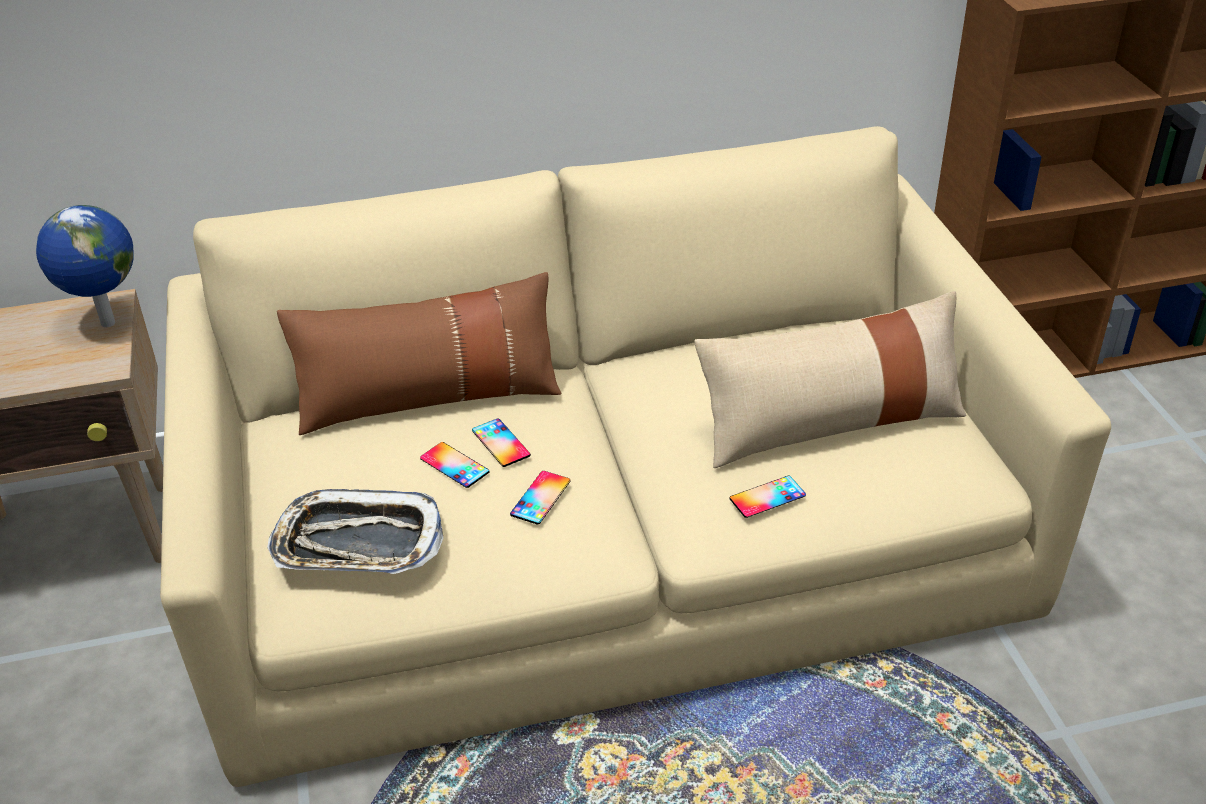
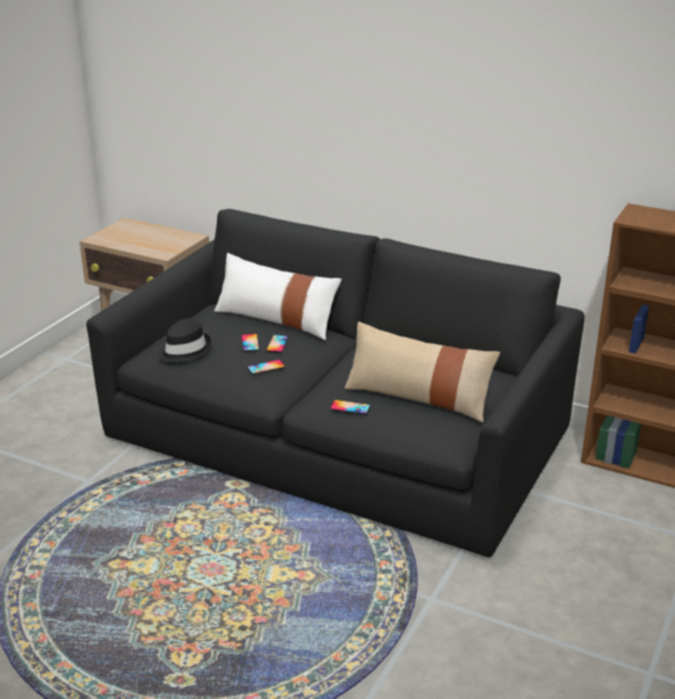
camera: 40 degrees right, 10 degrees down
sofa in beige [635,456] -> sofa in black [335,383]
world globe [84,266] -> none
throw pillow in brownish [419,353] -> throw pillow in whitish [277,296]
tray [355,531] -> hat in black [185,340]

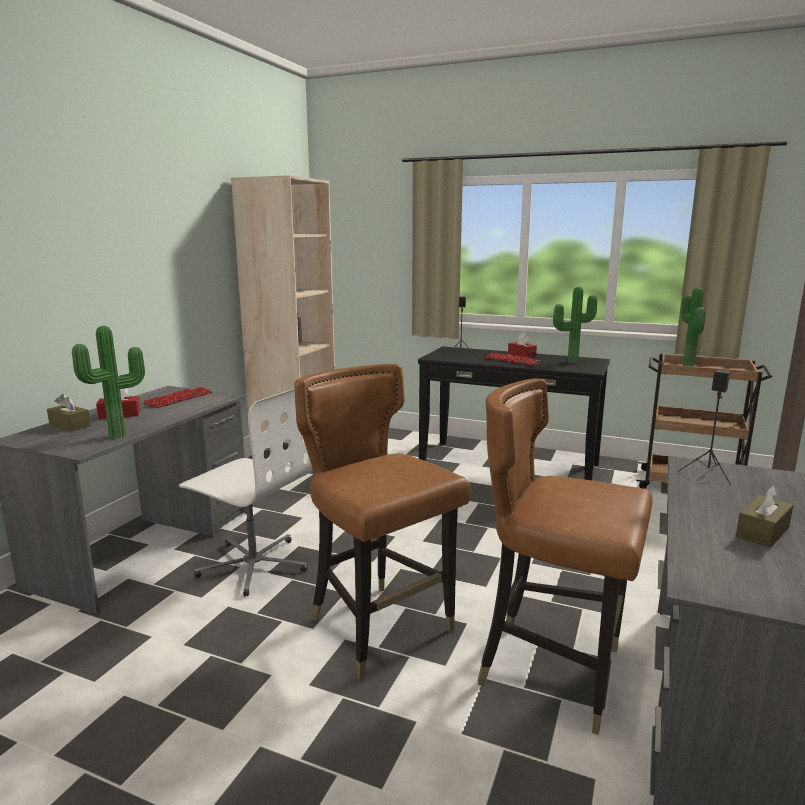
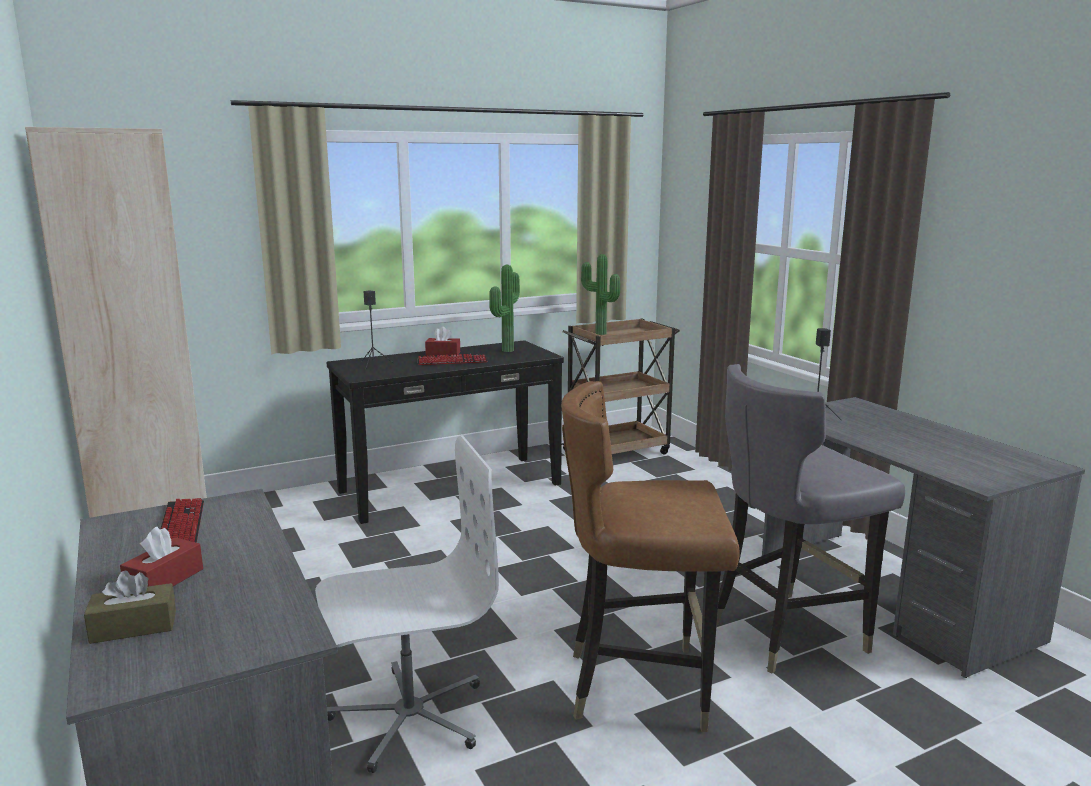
camera: 50 degrees left, 0 degrees up
potted plant [108,382] -> none
plain chair in brownish [564,557] -> plain chair in gray [811,519]
tissue holder in brownish [764,516] -> none

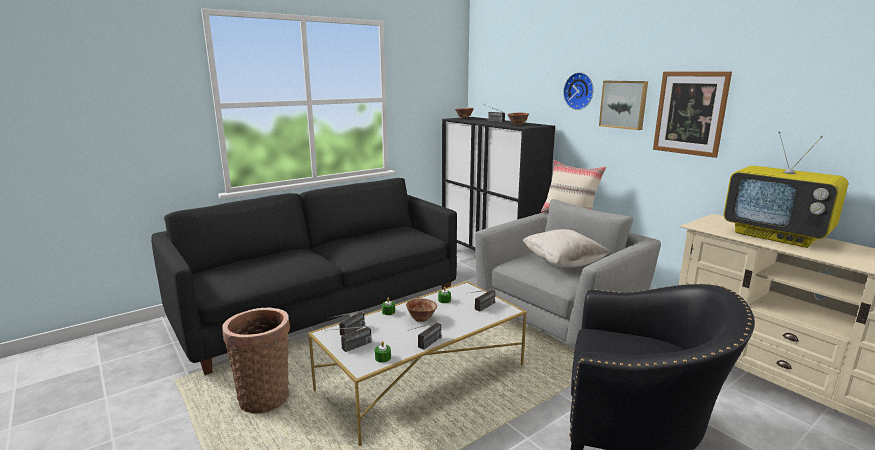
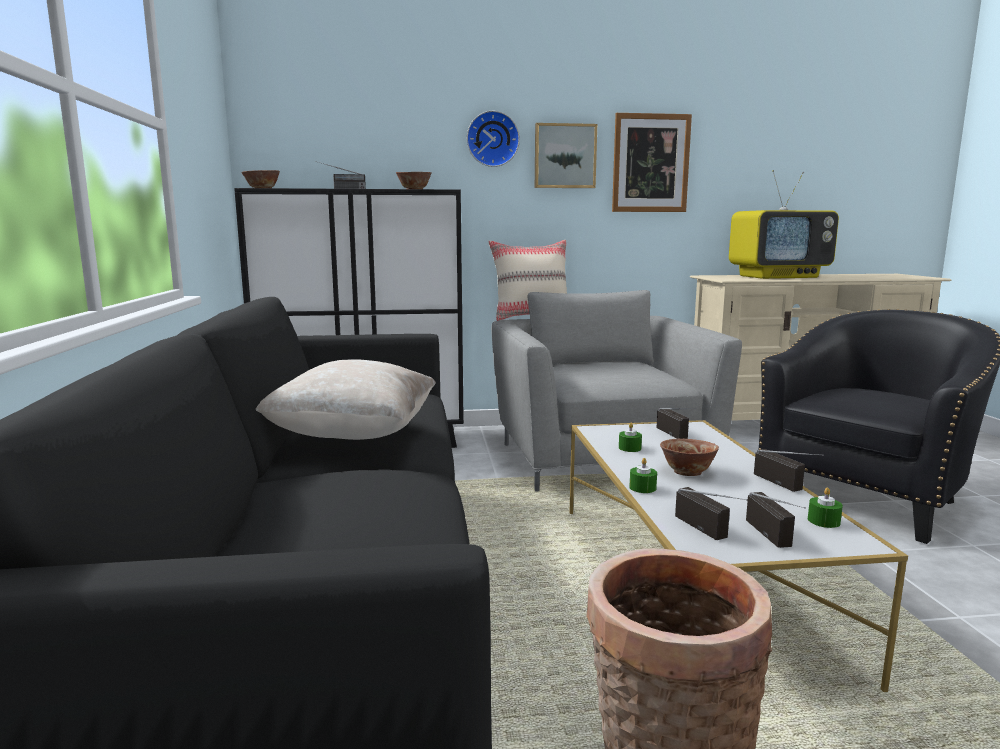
camera: 60 degrees left, 5 degrees down
throw pillow in beige [566,248] -> throw pillow in beige [346,399], relocated

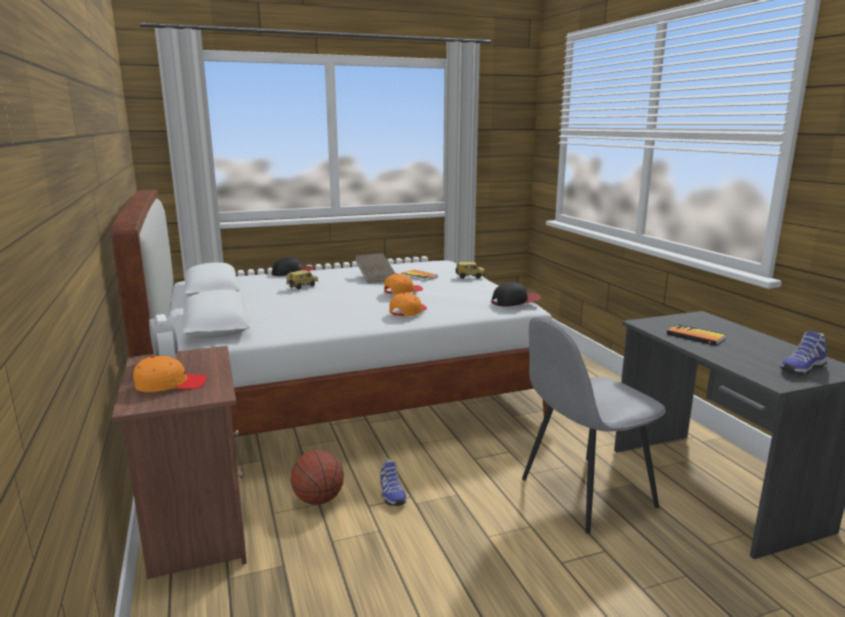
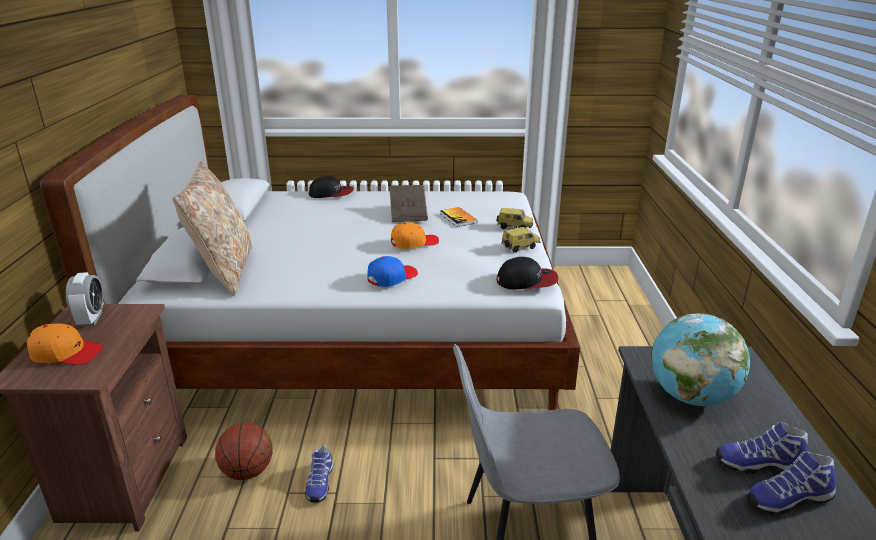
camera: 20 degrees right, 10 degrees up
toy car [302,280] -> toy car [520,240], relocated
cap in orange-coloured [408,304] -> cap in bluish [393,271]
bound book [696,334] -> world globe [700,359]
none -> throw pillow in beige [212,228]
none -> low shoe [762,448]

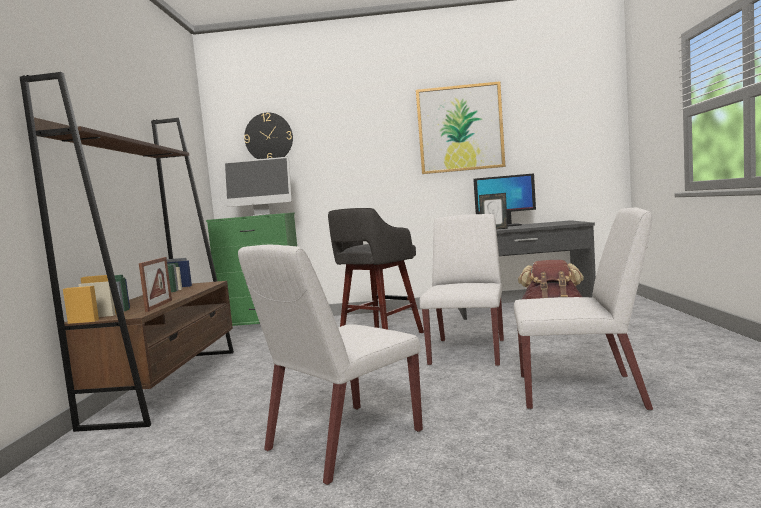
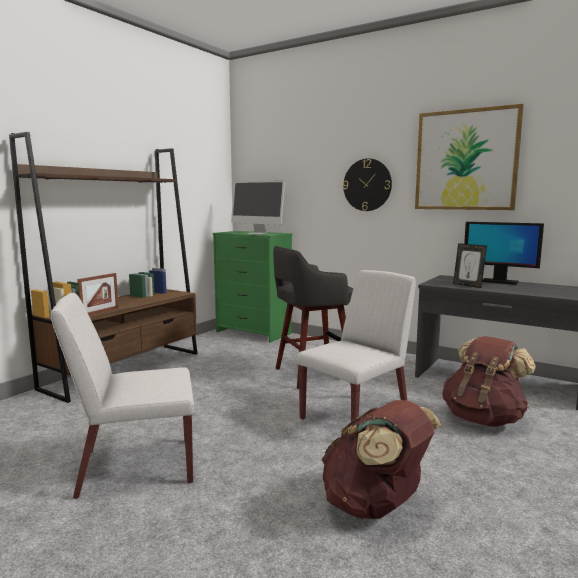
camera: 30 degrees right, 5 degrees up
clock on the wall [268,136] -> clock on the wall [367,184], relocated
plain chair in whitish [583,309] -> rucksack in brownish [381,459]

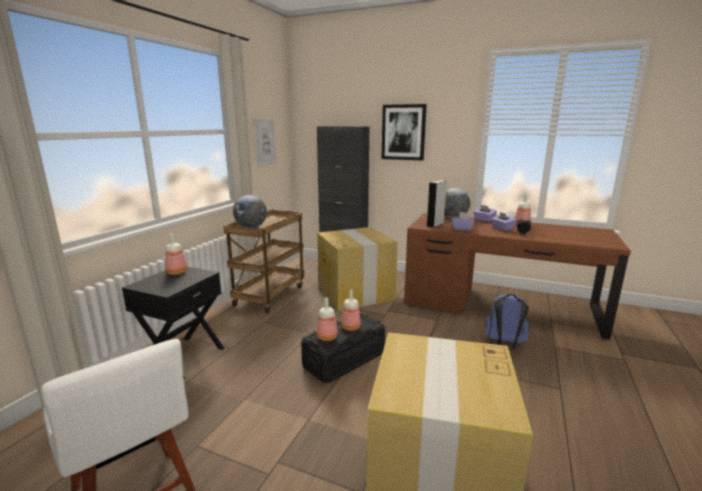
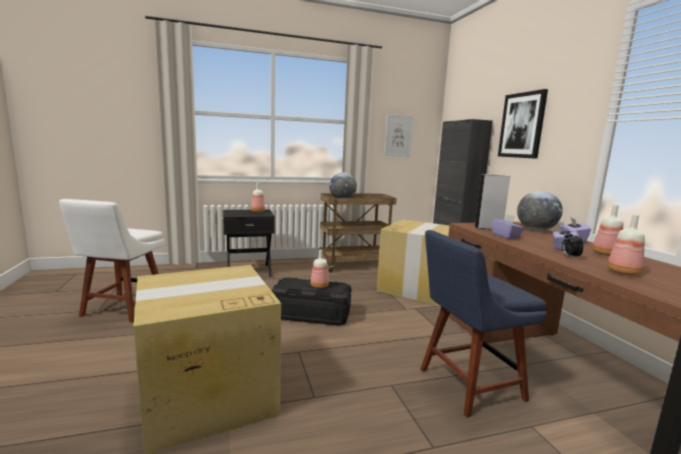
camera: 50 degrees right, 5 degrees down
rucksack in bluish [507,322] -> plain chair in bluish [483,324]
beverage bottle [327,319] -> beverage bottle [626,245], relocated

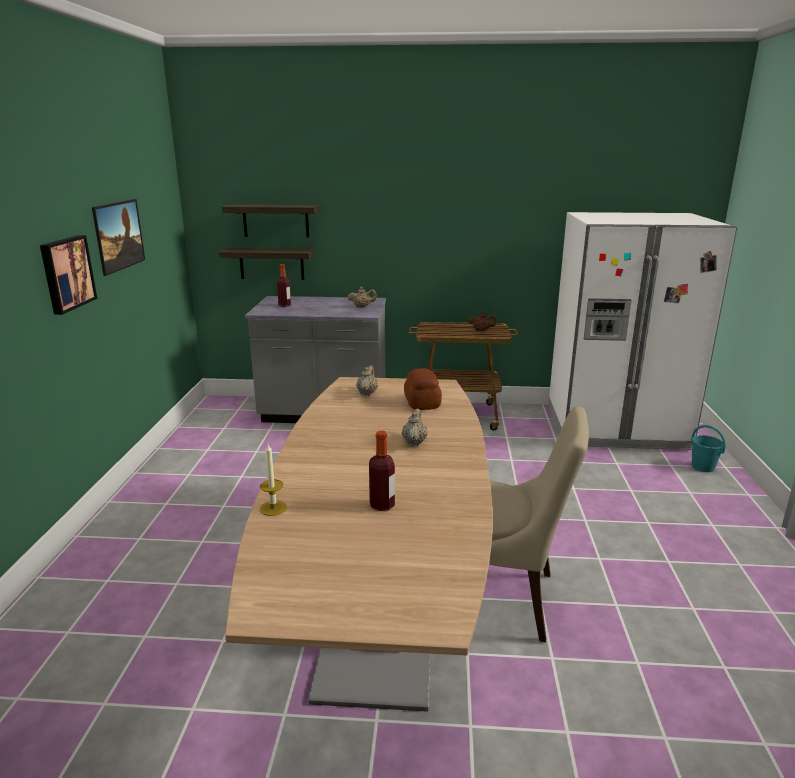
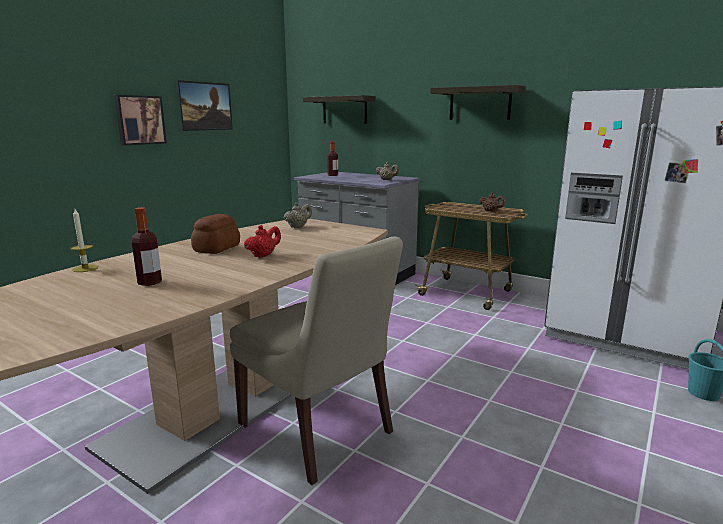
camera: 30 degrees right, 5 degrees down
shelf [266,264] -> shelf [477,102], relocated
bread [423,389] -> bread [215,234], relocated
pot for tea in beige [415,427] -> pot for tea in red [262,241]

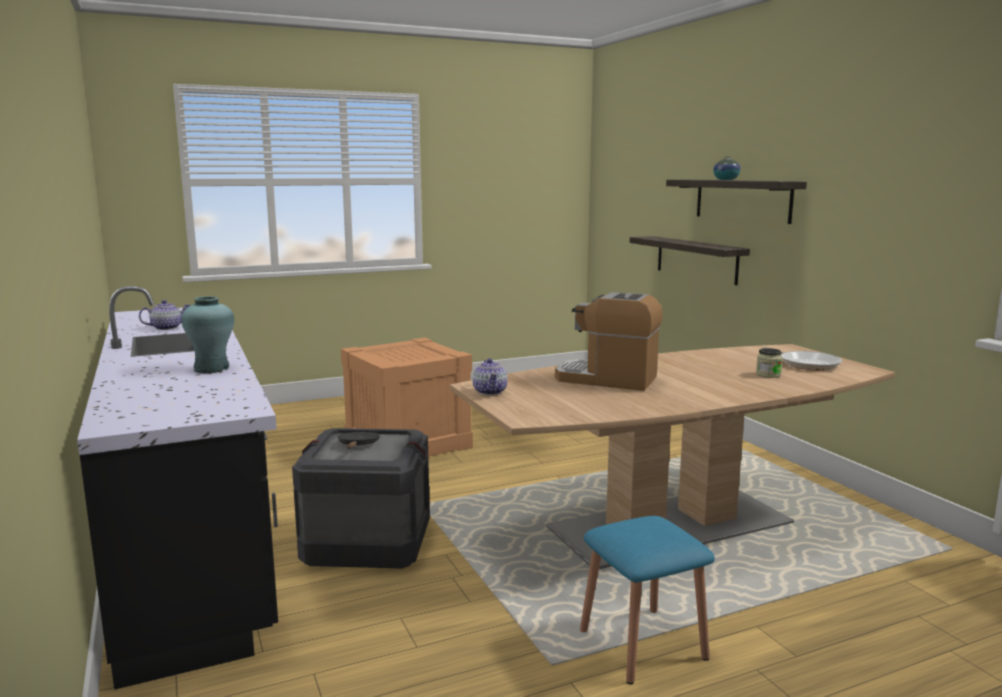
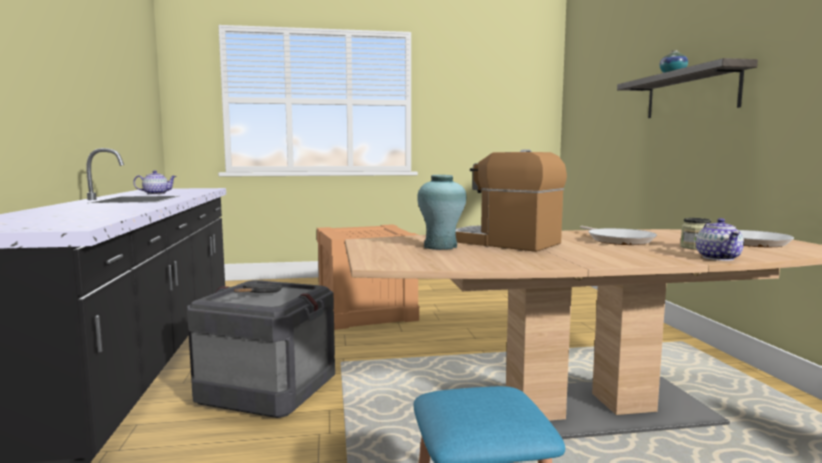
camera: 15 degrees right, 5 degrees down
shelf [690,260] -> none
flower vase in turquoise [208,334] -> flower vase in turquoise [441,212], relocated
pot for tea [490,377] -> pot for tea [720,239], relocated
none -> skillet [618,235]

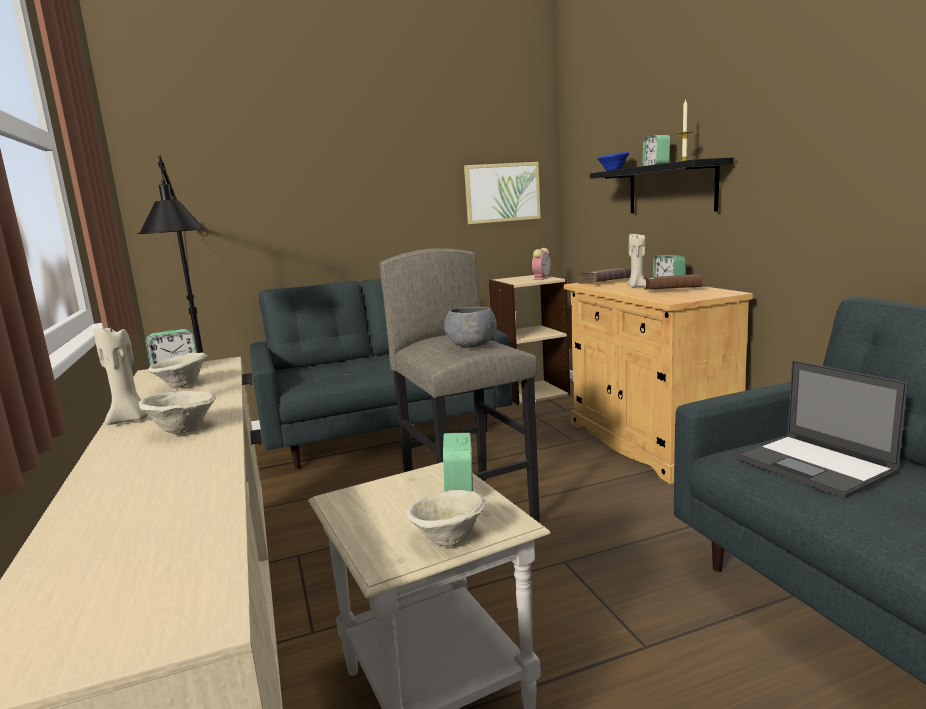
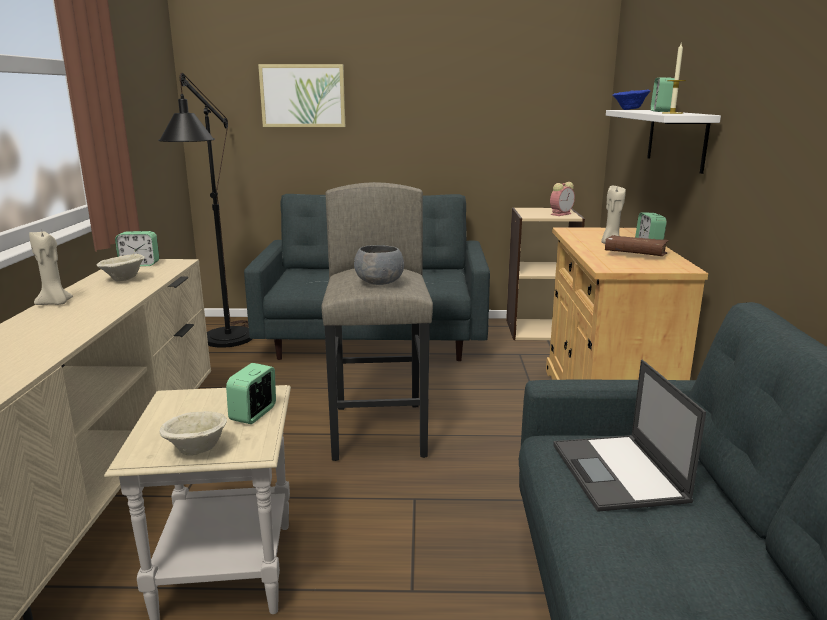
camera: 20 degrees right, 5 degrees up
shelf in black [662,185] -> shelf in whitish [663,142]
wall picture [502,193] -> wall picture [301,95], relocated
bound book in brownish [604,276] -> none
deep dish in beige [177,412] -> none

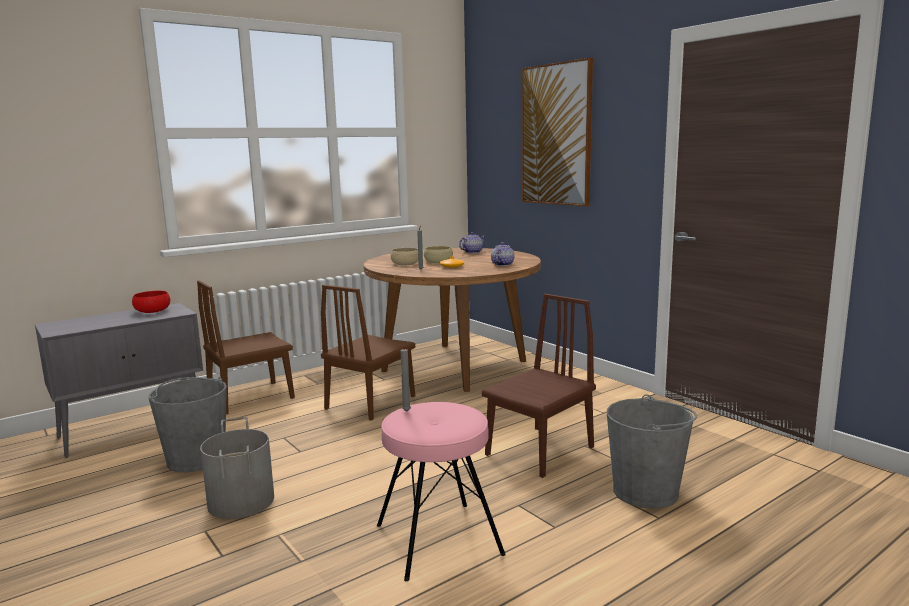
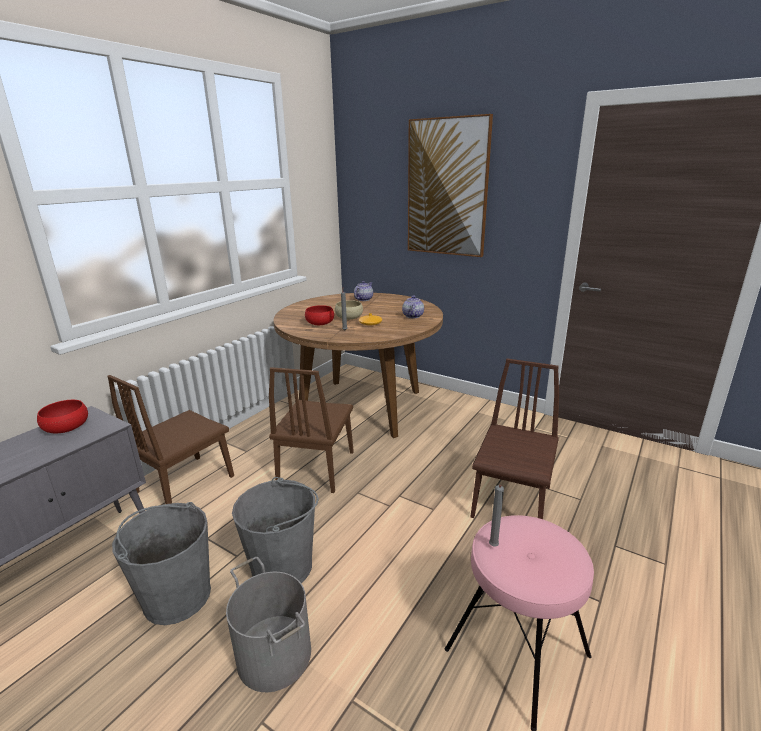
camera: 20 degrees left, 10 degrees up
deep dish in beige [404,256] -> deep dish in red [319,315]
pail in gray [652,451] -> pail in gray [275,530], relocated

